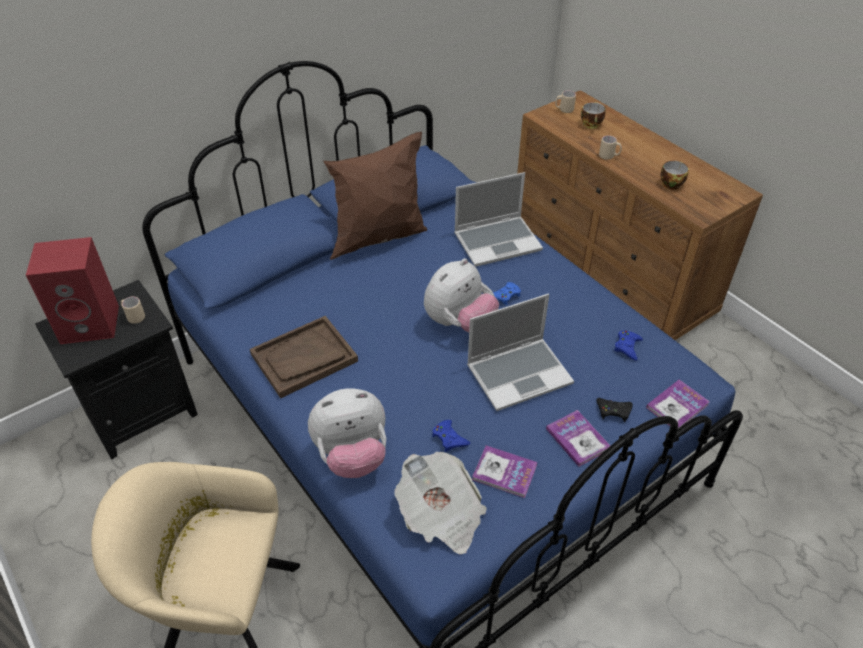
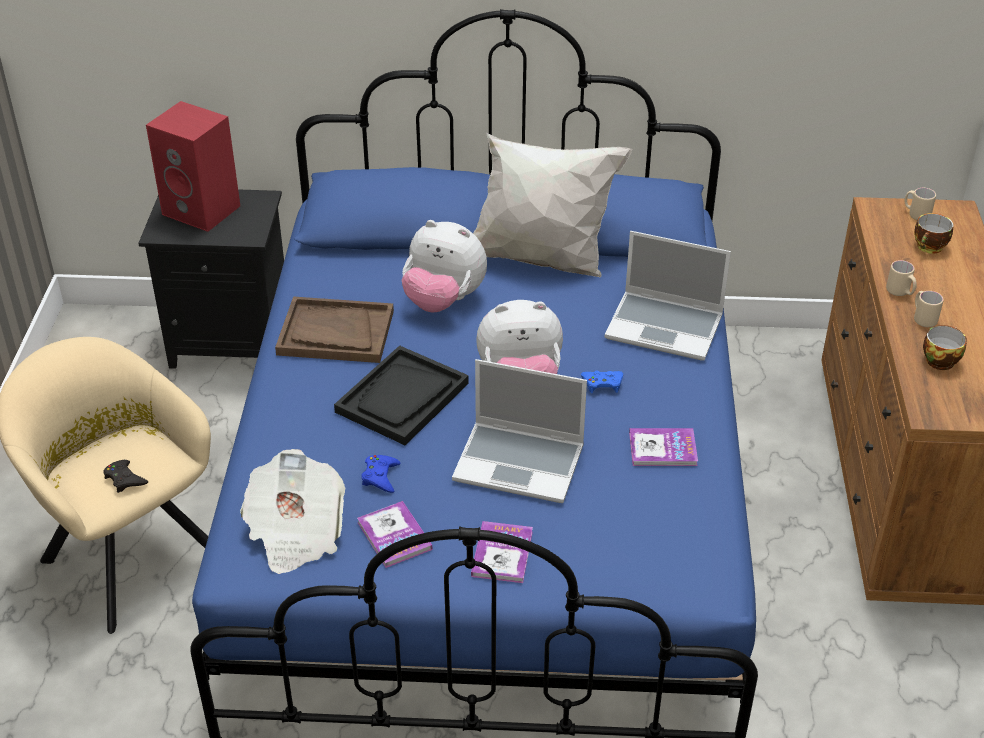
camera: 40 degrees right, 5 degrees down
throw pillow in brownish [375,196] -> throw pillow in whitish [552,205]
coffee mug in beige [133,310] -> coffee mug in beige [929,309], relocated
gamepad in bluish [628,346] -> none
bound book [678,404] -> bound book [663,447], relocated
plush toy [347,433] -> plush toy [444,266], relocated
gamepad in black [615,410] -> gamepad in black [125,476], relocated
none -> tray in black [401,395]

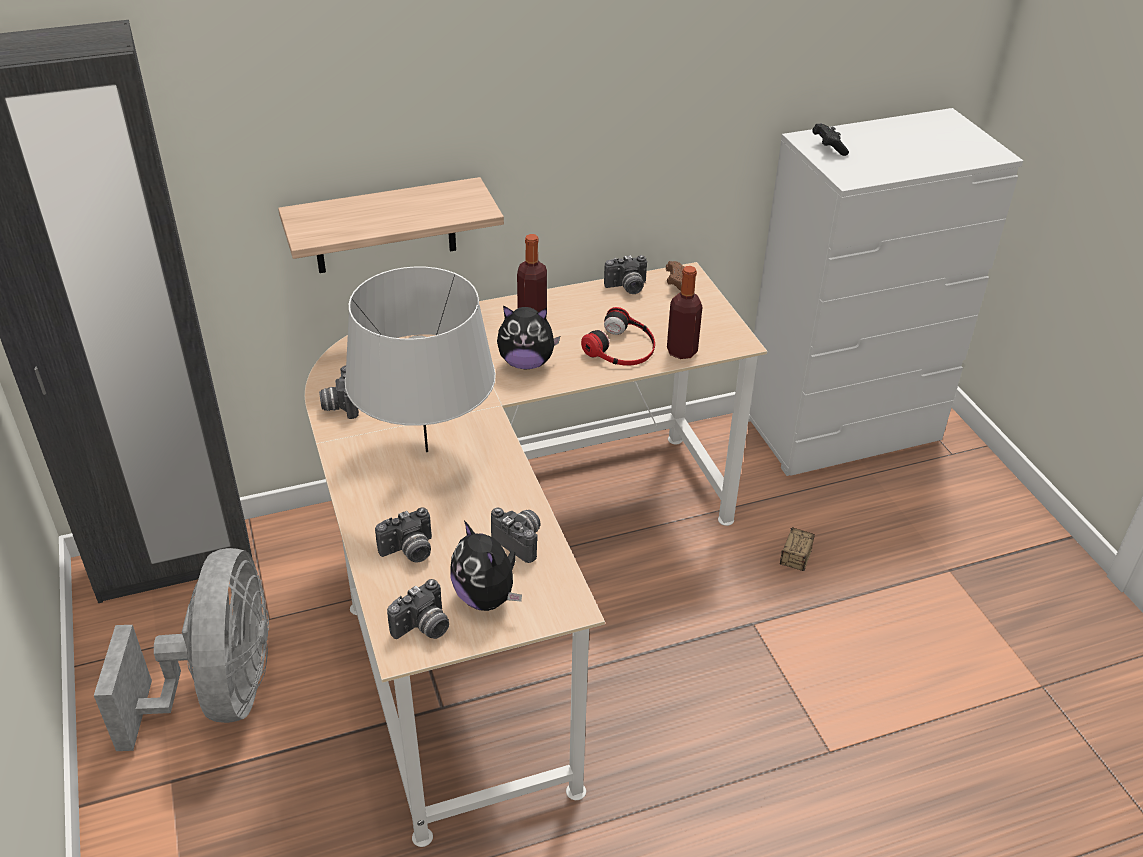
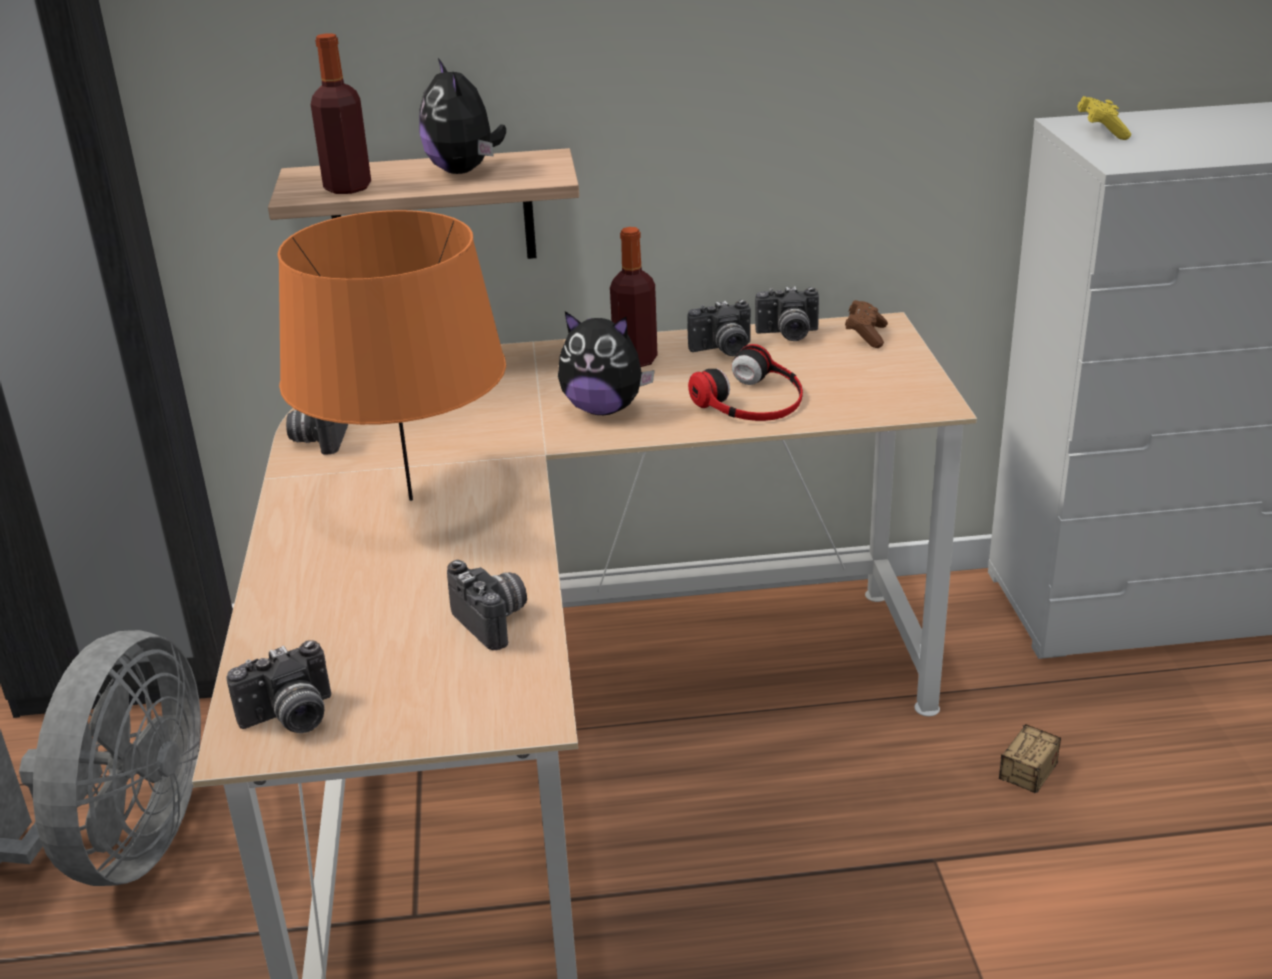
camera: 15 degrees right, 10 degrees down
gamepad in black [830,140] -> gamepad in yellowish [1104,118]
beverage bottle [684,312] -> beverage bottle [341,113], relocated
tabletop lamp in gray [420,359] -> tabletop lamp in orange-coloured [392,355]
still camera [403,535] -> still camera [719,328], relocated
plush toy [486,565] -> plush toy [462,116], relocated

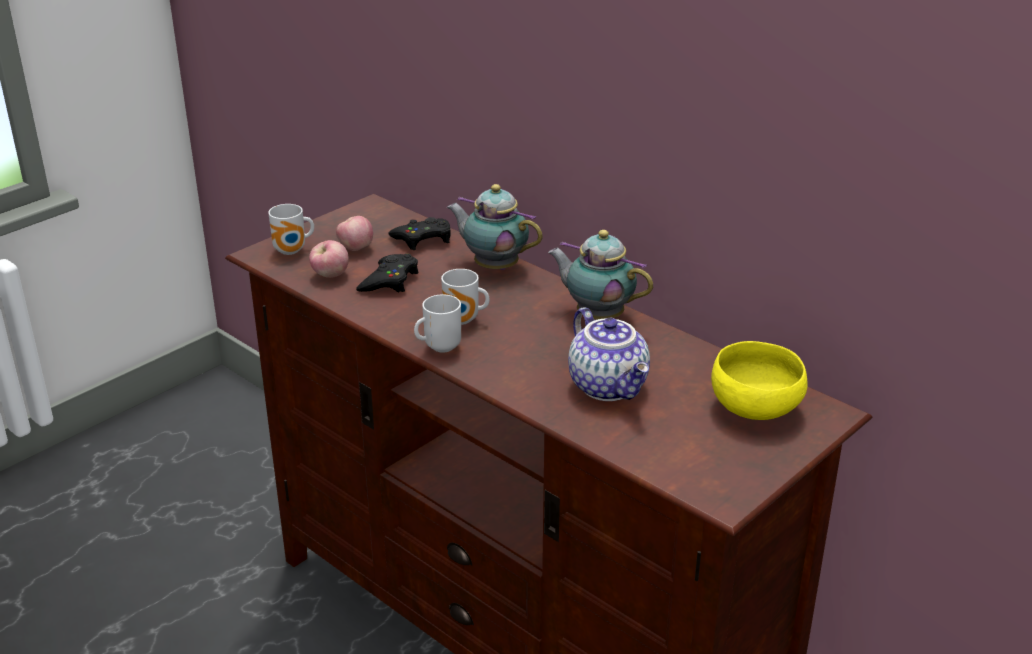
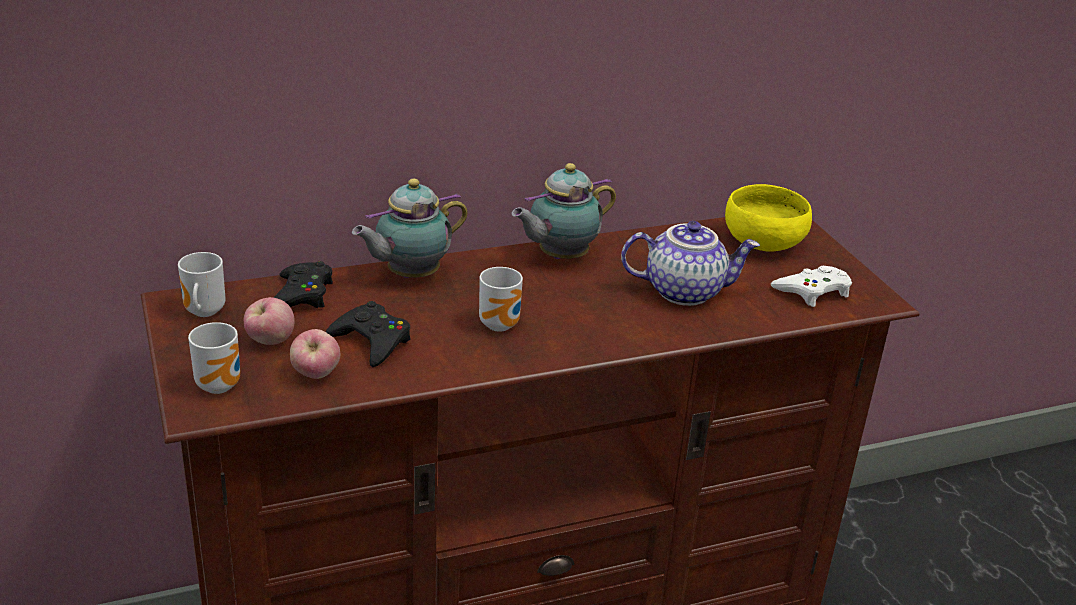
camera: 65 degrees left, 0 degrees up
coffee mug [437,323] -> coffee mug [201,284], relocated
none -> gamepad in whitish [811,286]

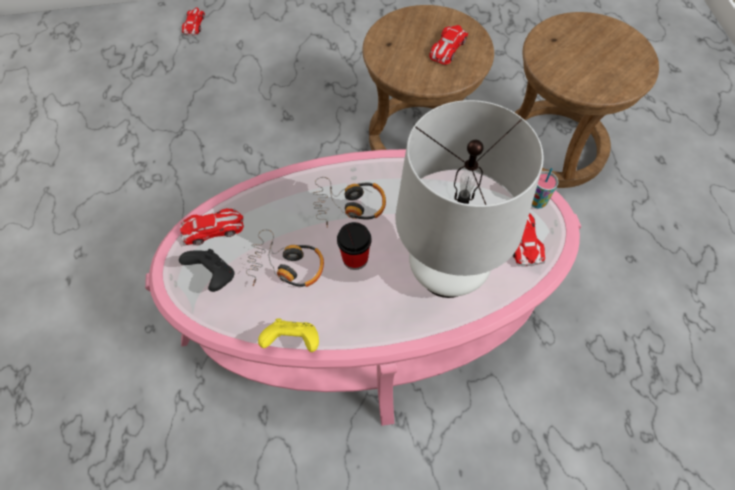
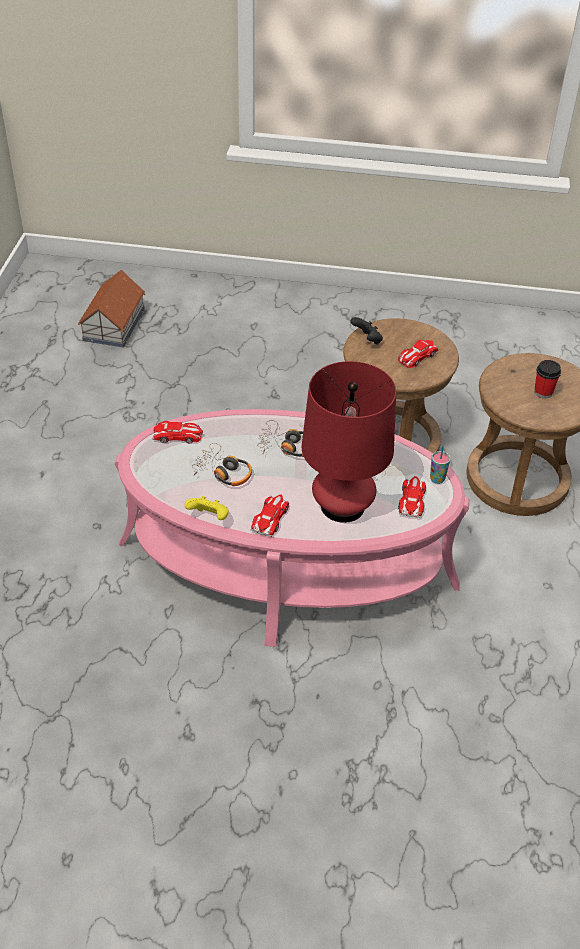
camera: 15 degrees right, 15 degrees down
toy car [193,21] -> toy car [270,515], relocated
tabletop lamp in whitish [470,199] -> tabletop lamp in red [349,442]
cup [354,246] -> cup [547,379], relocated
gamepad in black [207,270] -> gamepad in black [366,331], relocated
none -> model house [111,308]

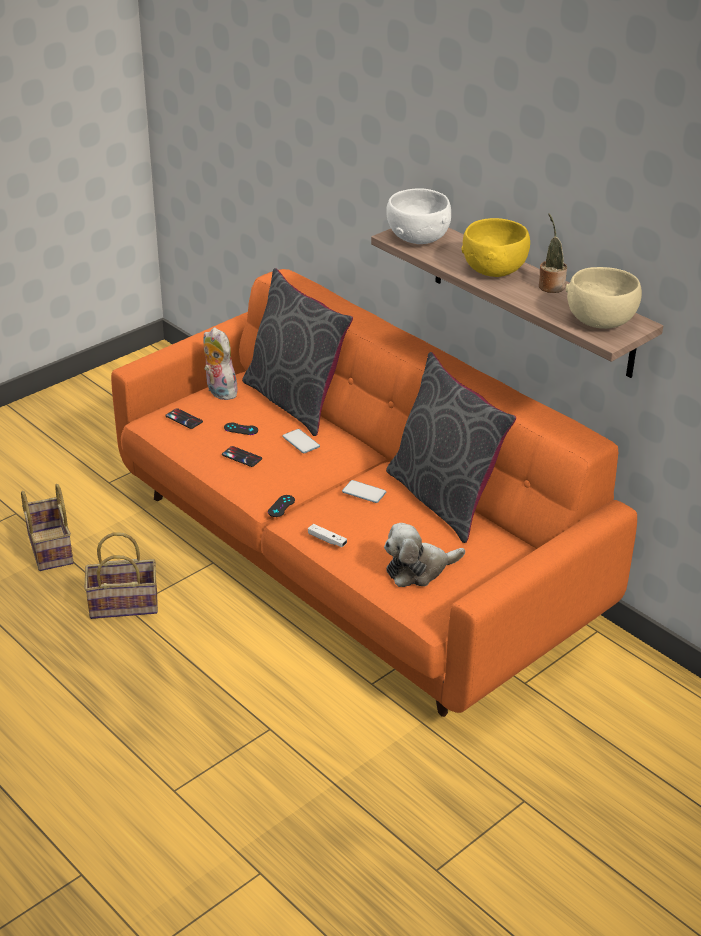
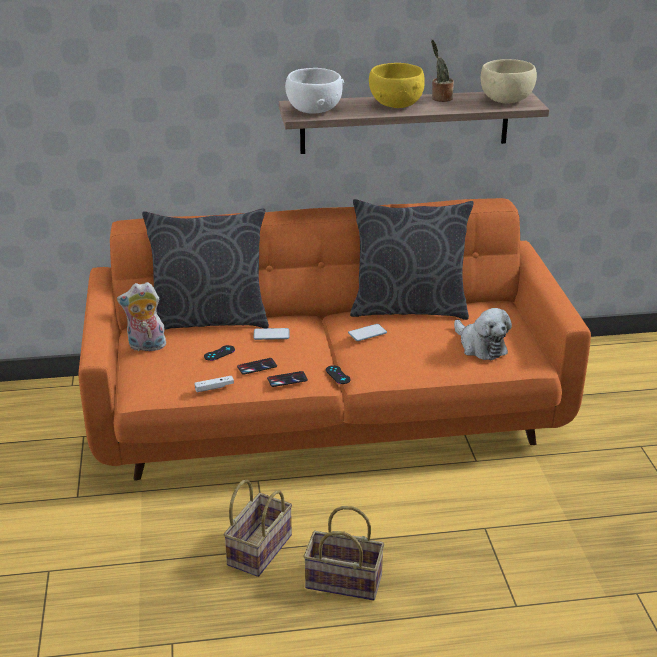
camera: 55 degrees left, 5 degrees down
handset [184,418] -> handset [287,379], relocated
household basket [47,527] -> household basket [343,553], relocated
plush toy [424,555] -> plush toy [483,334], 45 degrees counterclockwise
gamepad in whitish [327,535] -> gamepad in whitish [214,384], relocated

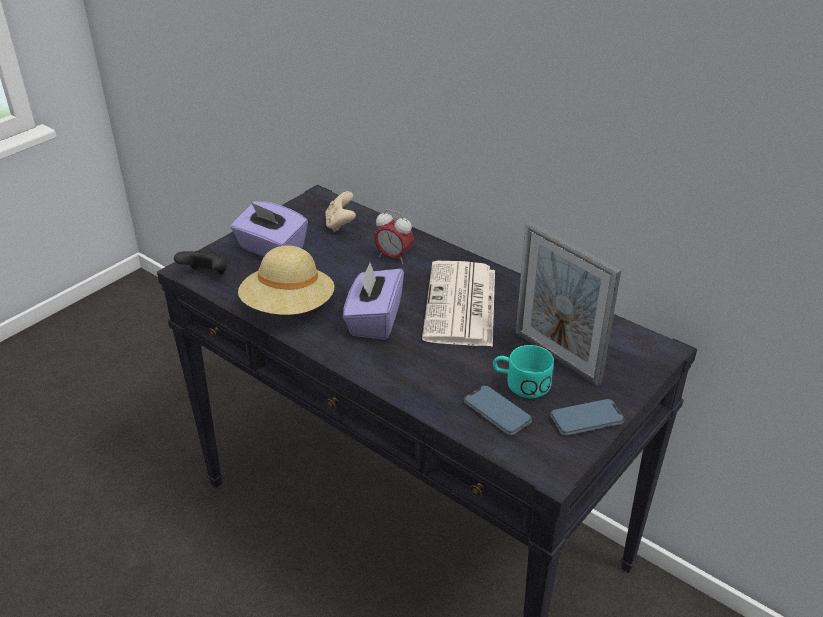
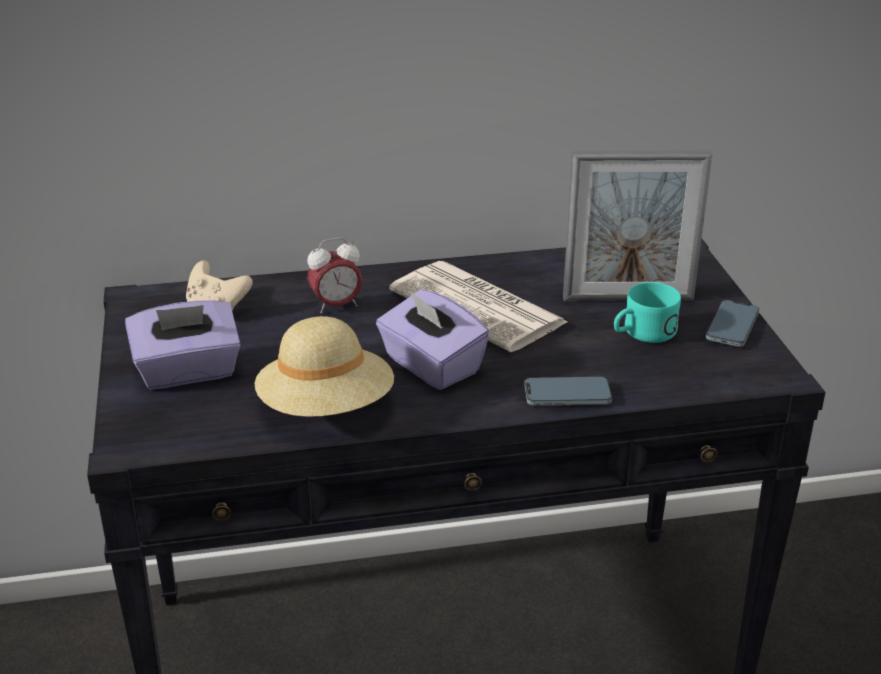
camera: 50 degrees left, 5 degrees down
gamepad in black [200,262] -> none
handset [498,410] -> handset [568,391], relocated

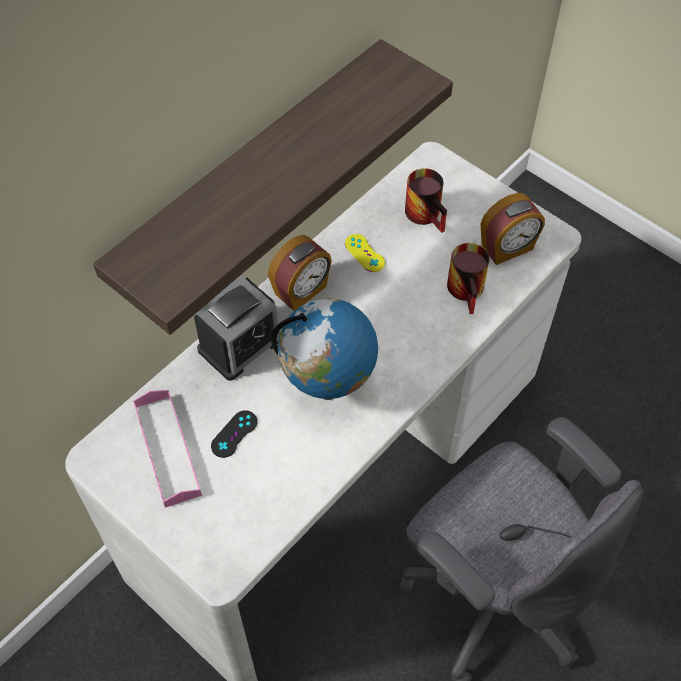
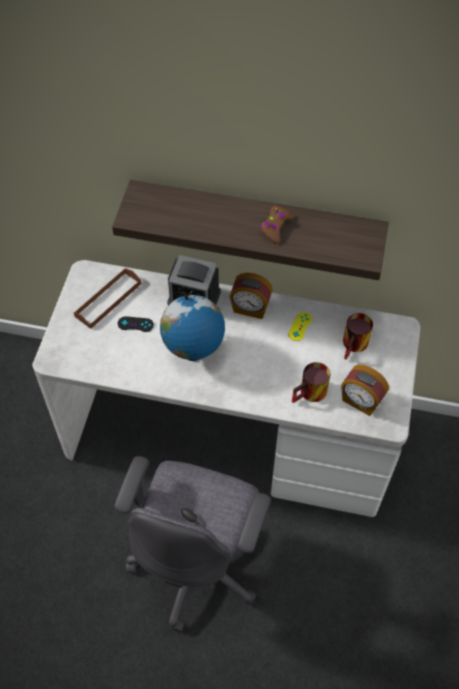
camera: 60 degrees right, 0 degrees up
tray in pink [167,449] -> tray in brownish [107,298]
none -> gamepad in brownish [276,225]

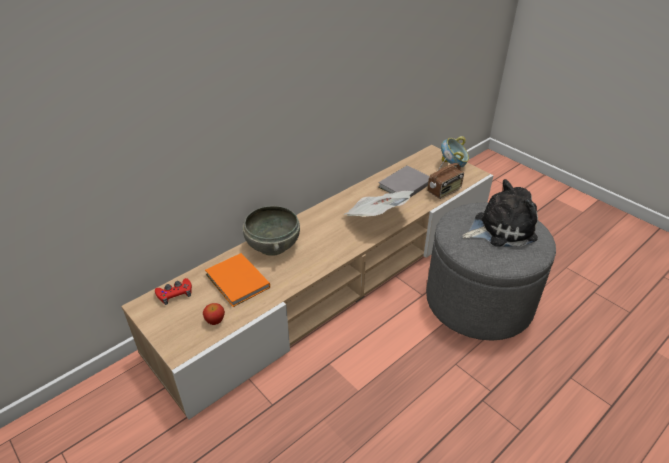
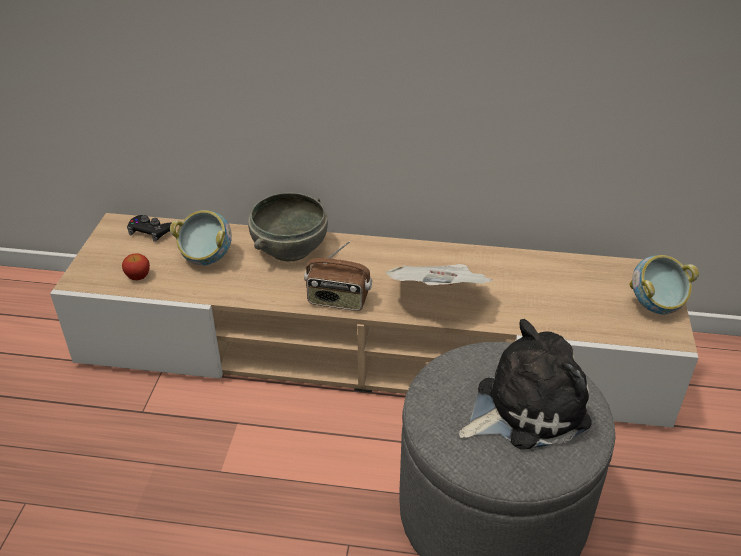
camera: 50 degrees right, 0 degrees up
radio receiver [445,176] -> radio receiver [338,276], relocated
bound book in gray [403,181] -> none
plush toy [500,213] -> plush toy [525,384], 60 degrees counterclockwise
bound book in orange-coloured [237,280] -> deep dish [201,237]
gamepad in red [173,291] -> gamepad in black [149,228]

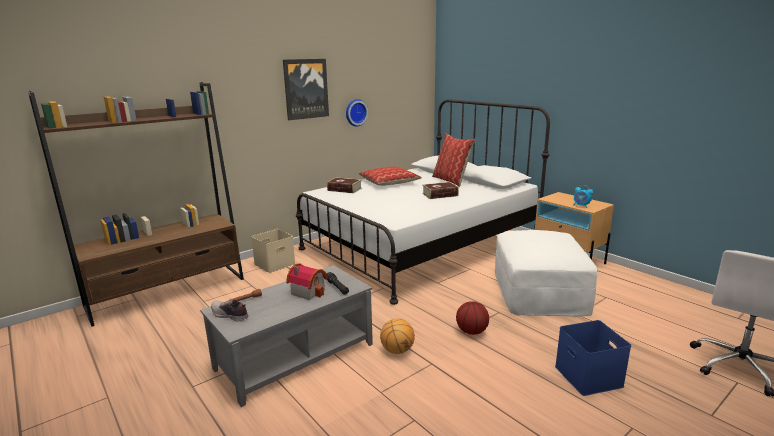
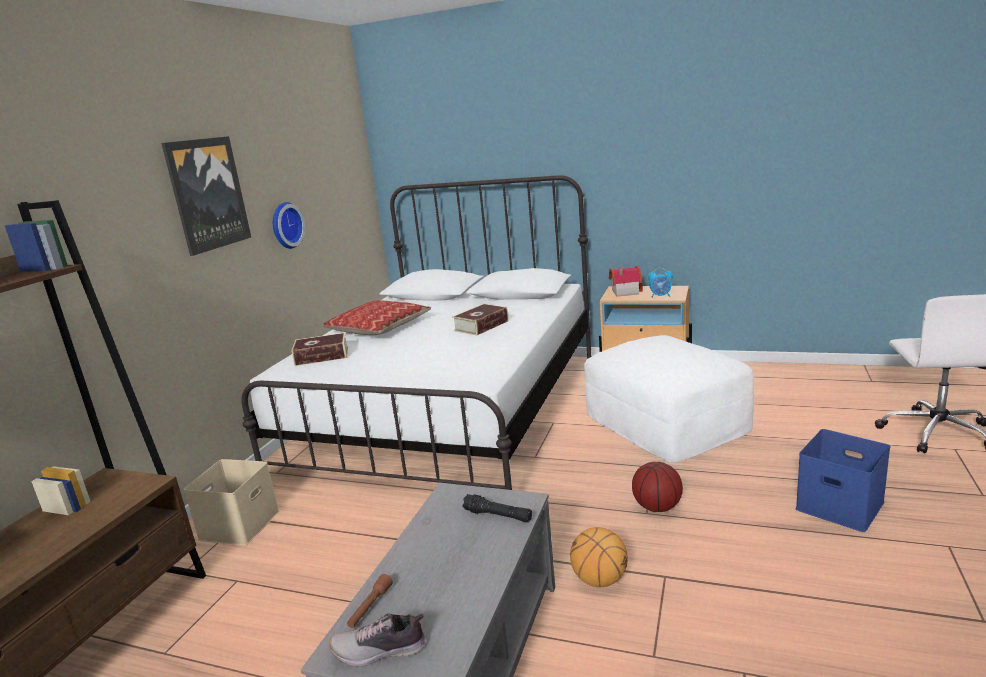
camera: 30 degrees left, 0 degrees up
throw pillow [453,160] -> none
model house [307,281] -> model house [626,281], relocated

